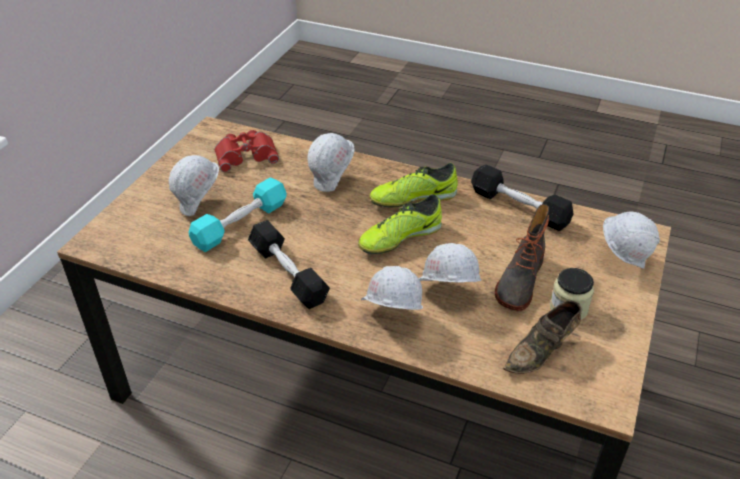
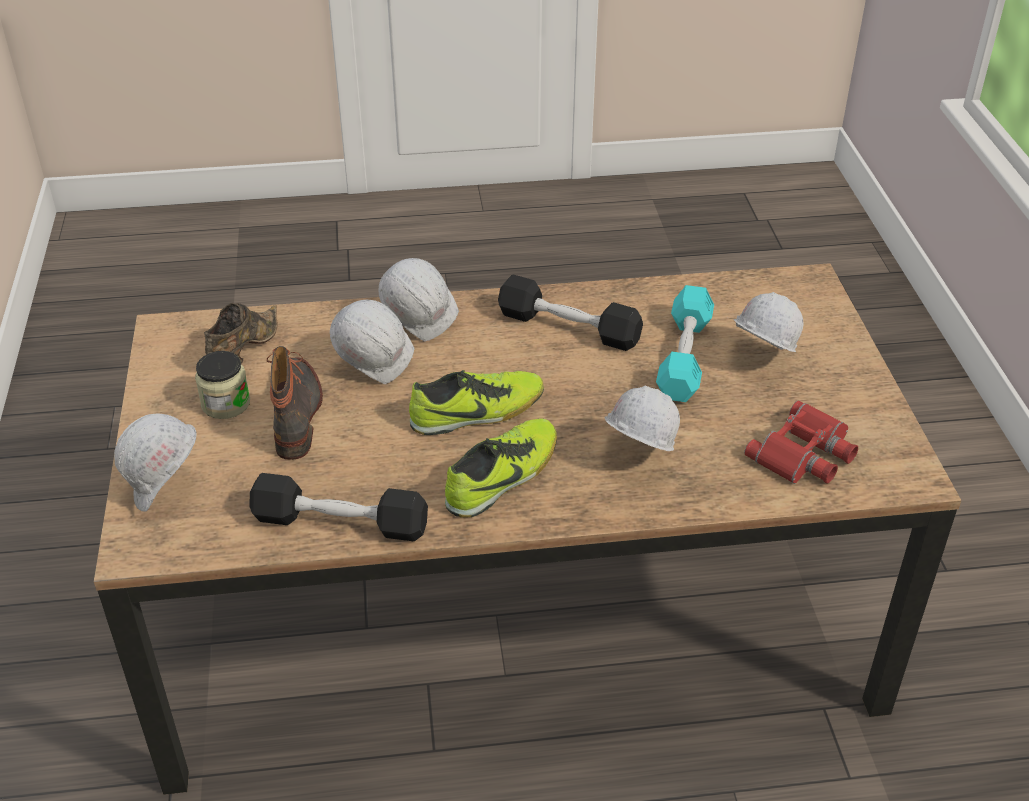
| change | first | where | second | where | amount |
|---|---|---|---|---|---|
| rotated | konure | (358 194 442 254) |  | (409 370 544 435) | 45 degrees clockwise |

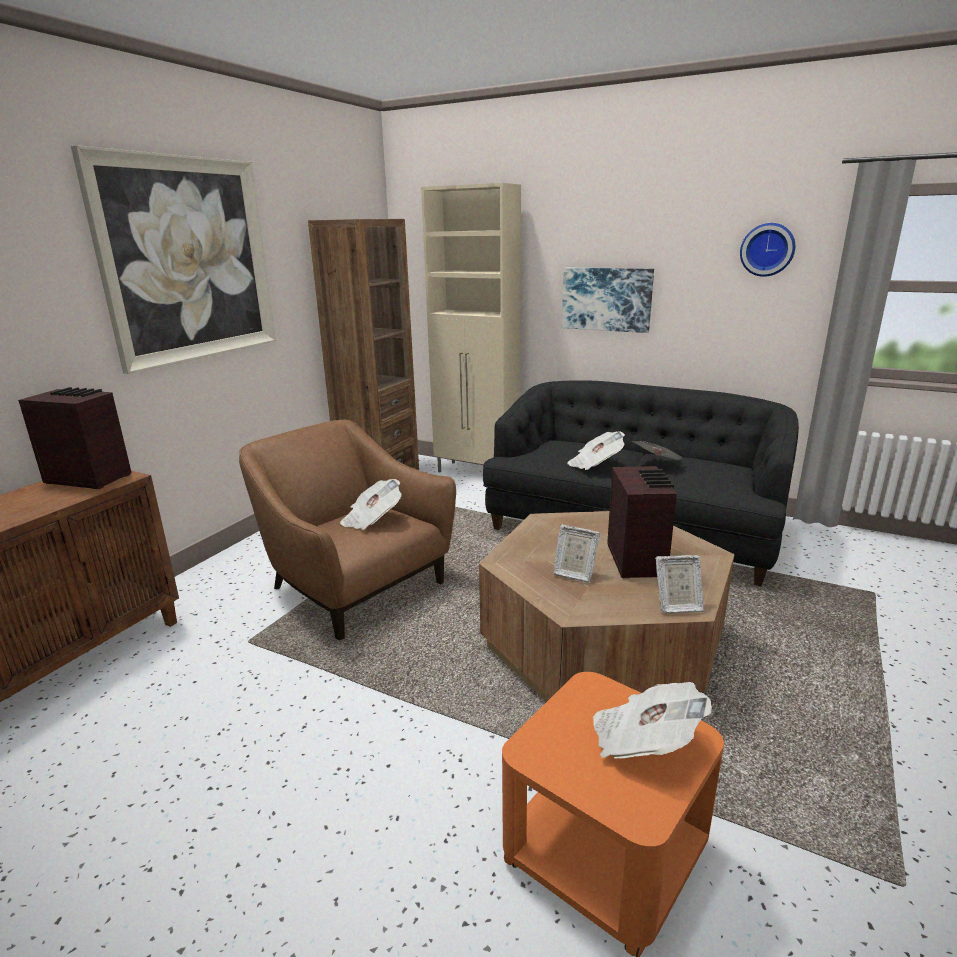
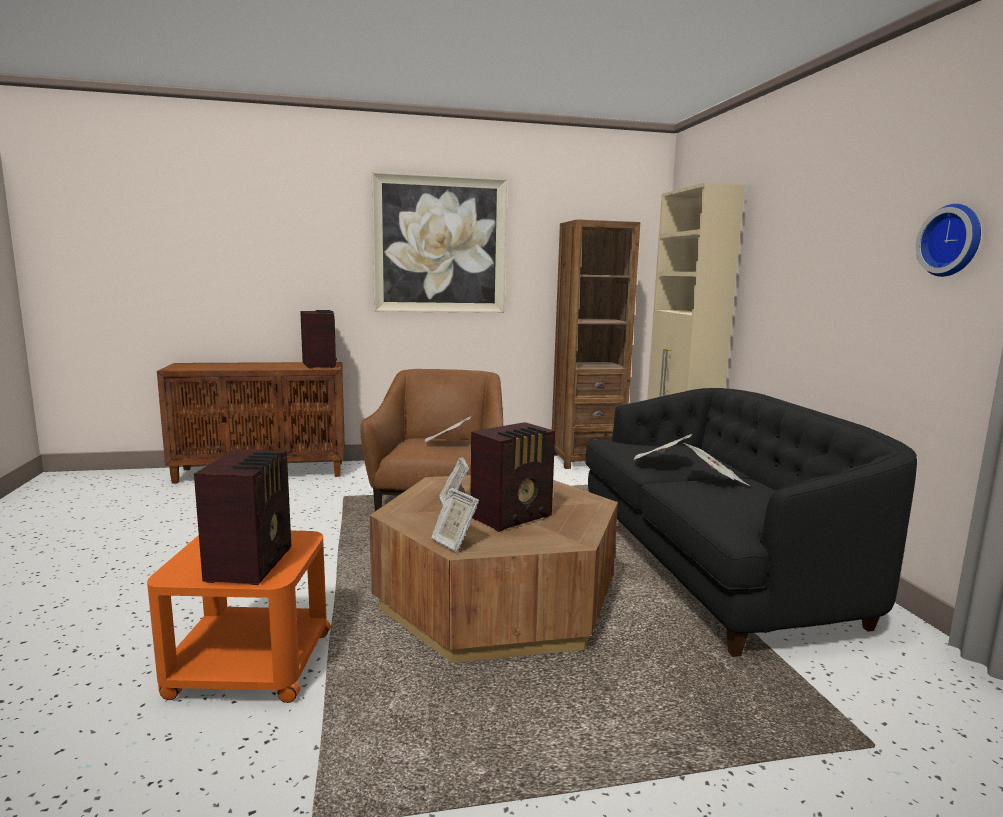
| change | first | where | second | where | amount |
|---|---|---|---|---|---|
| gone | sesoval | (562 268 654 333) |  |  |  |
| swapped | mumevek | (593 682 712 758) | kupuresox | (194 449 292 585) |  |

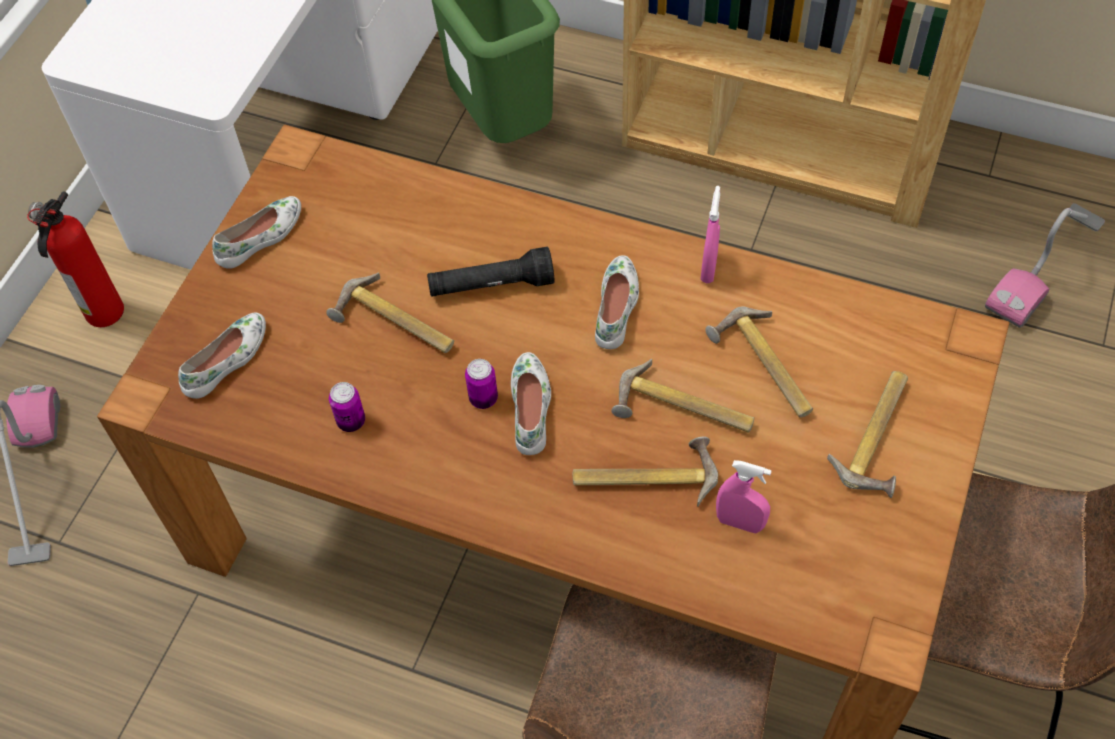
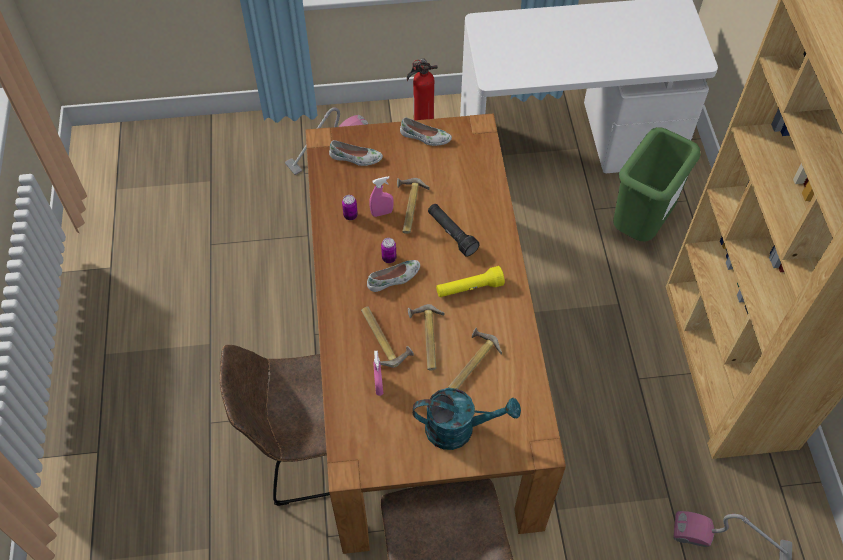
| change | first | where | second | where | amount |
|---|---|---|---|---|---|
| shifted | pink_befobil | (701 186 720 283) |  | (369 176 394 217) |  |
| swapped | white_konure | (595 255 639 349) | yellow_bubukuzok | (436 266 505 297) |  |
| swapped | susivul | (827 371 908 498) | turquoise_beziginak | (413 388 521 450) |  |

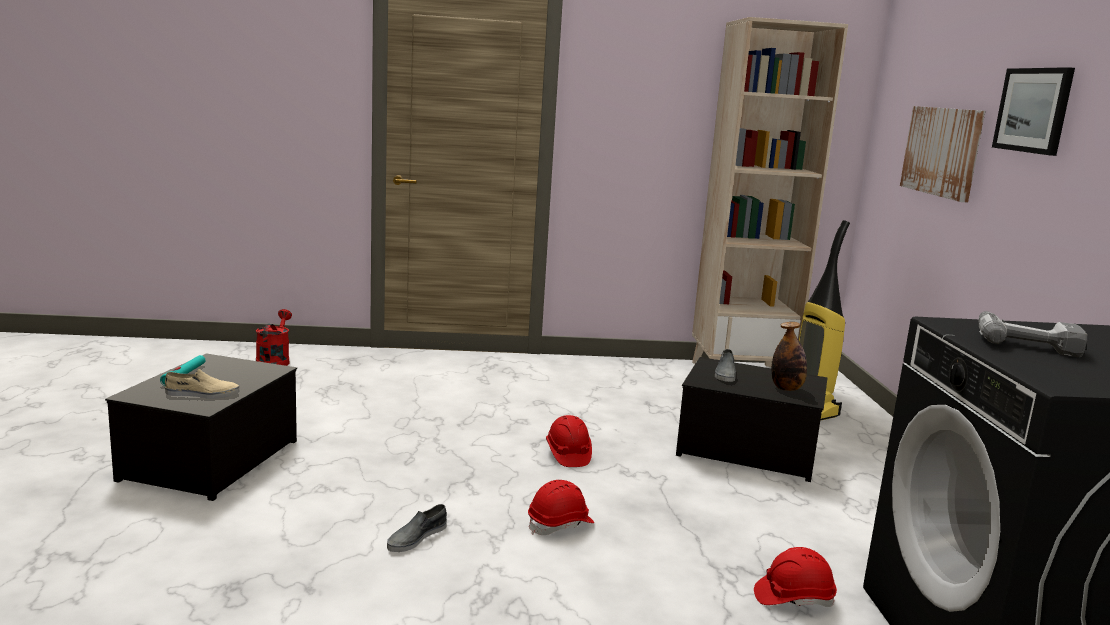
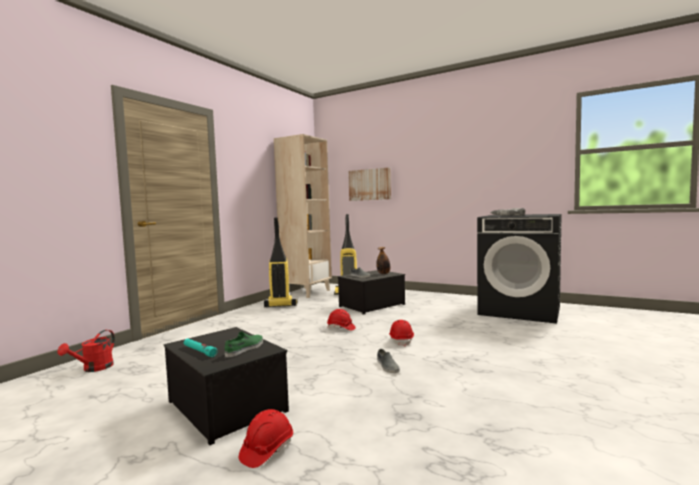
| change | first | where | second | where | amount |
|---|---|---|---|---|---|
| gone | sesoval | (992 67 1075 156) |  |  |  |
| rotated | red_beziginak | (256 309 292 366) |  | (57 330 115 372) | 105 degrees counterclockwise |
| repainted | beige_konure | (165 369 239 399) | green_konure | (225 332 263 357) |  |
| shifted | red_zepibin | (754 547 837 607) |  | (239 409 293 468) |  |
| new |  |  | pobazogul | (264 217 298 307) |  |

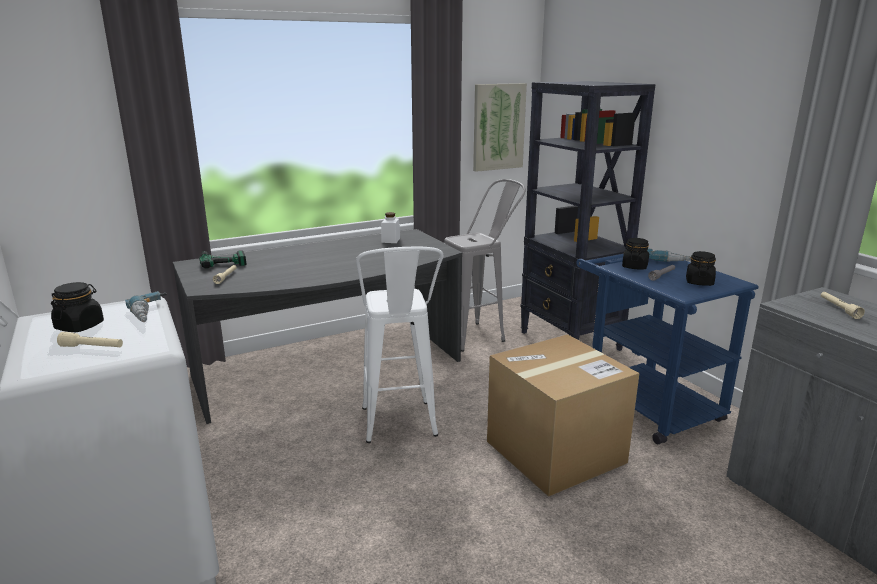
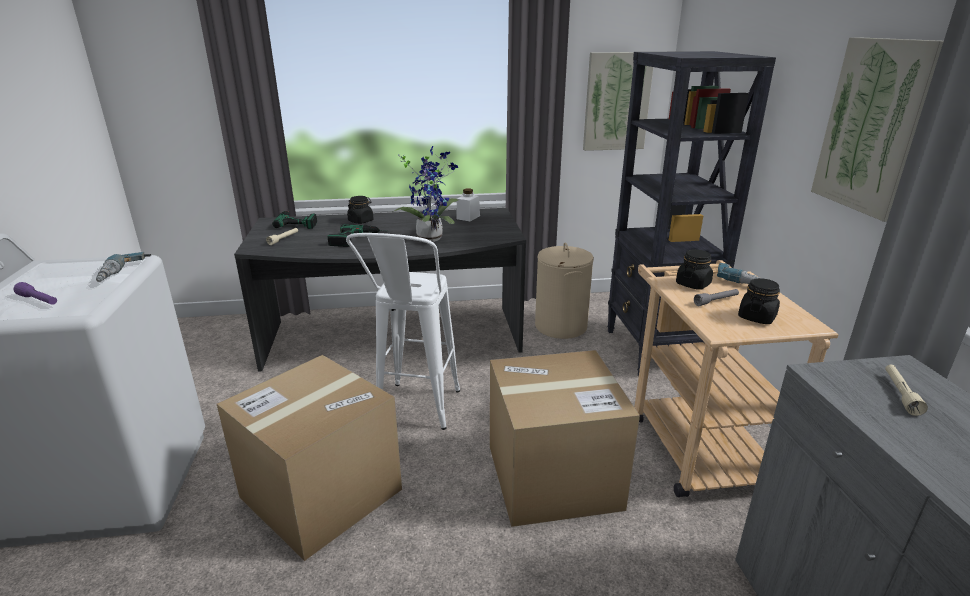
| change | first | where | second | where | amount |
|---|---|---|---|---|---|
| swapped | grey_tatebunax | (444 179 526 352) | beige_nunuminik | (535 242 594 339) |  |
| repainted | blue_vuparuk | (576 254 759 444) | beige_vuparuk | (635 260 838 497) |  |
| shifted | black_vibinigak | (51 282 104 332) |  | (347 196 374 224) |  |
| repainted | beige_bubukuzok | (57 332 123 347) | purple_bubukuzok | (13 282 57 305) |  |
| new |  |  | sesoval | (811 37 944 222) |  |
| new |  |  | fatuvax | (391 146 458 242) |  |
| new |  |  | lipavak | (327 224 384 247) |  |
| new |  |  | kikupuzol | (217 355 402 561) |  |

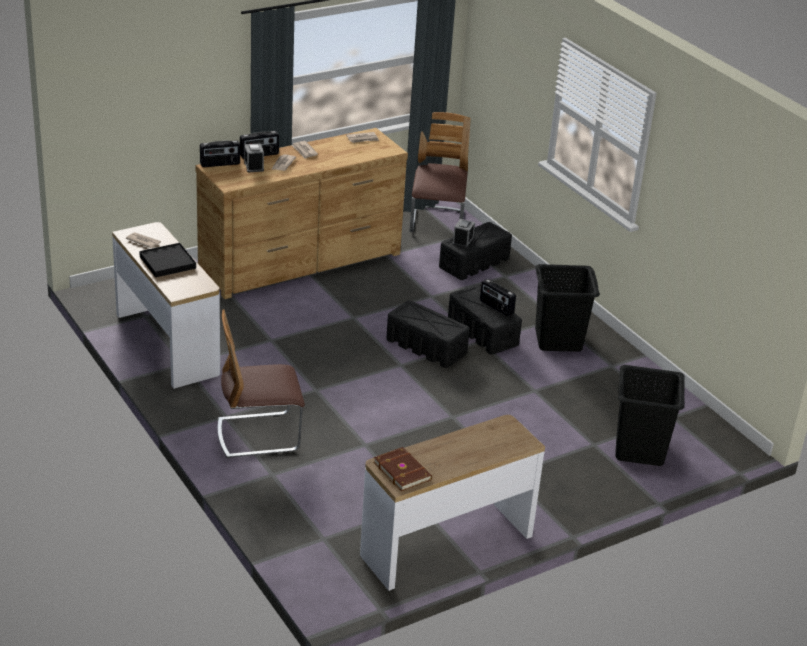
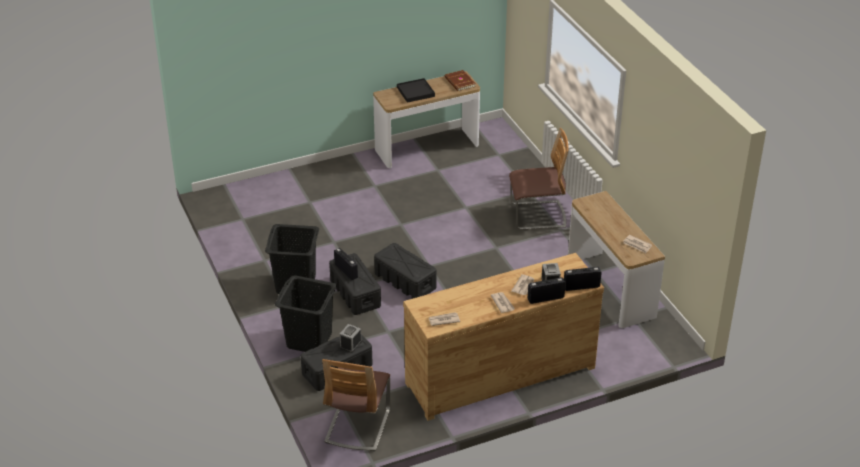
| change | first | where | second | where | amount |
|---|---|---|---|---|---|
| shifted | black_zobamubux | (139 243 196 278) |  | (397 78 435 103) |  |
| shifted | black_nunuminik | (615 365 685 466) |  | (275 275 337 352) |  |

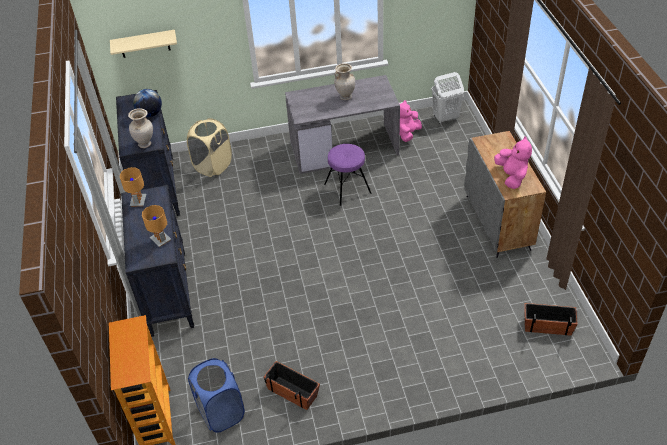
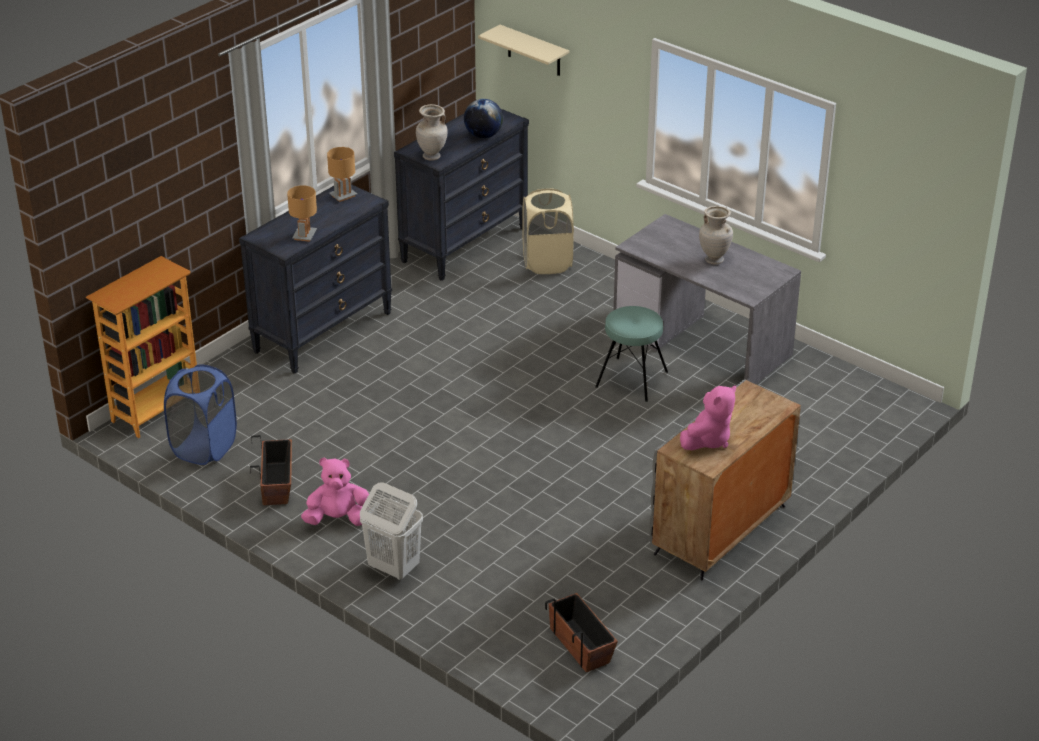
| change | first | where | second | where | amount |
|---|---|---|---|---|---|
| shifted | white_nunuminik | (432 72 464 124) |  | (360 482 423 580) |  |
| shifted | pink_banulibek | (400 100 422 142) |  | (301 458 369 526) |  |
| repainted | purple_tatebunax | (324 144 371 206) | turquoise_tatebunax | (595 306 668 402) |  |

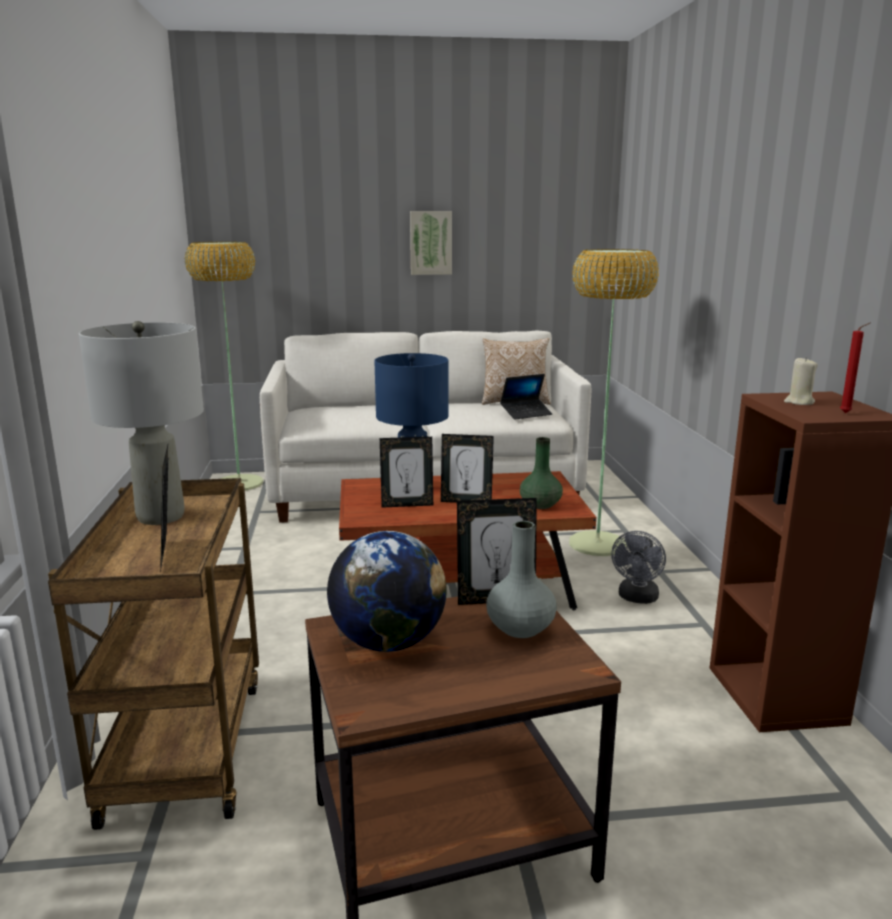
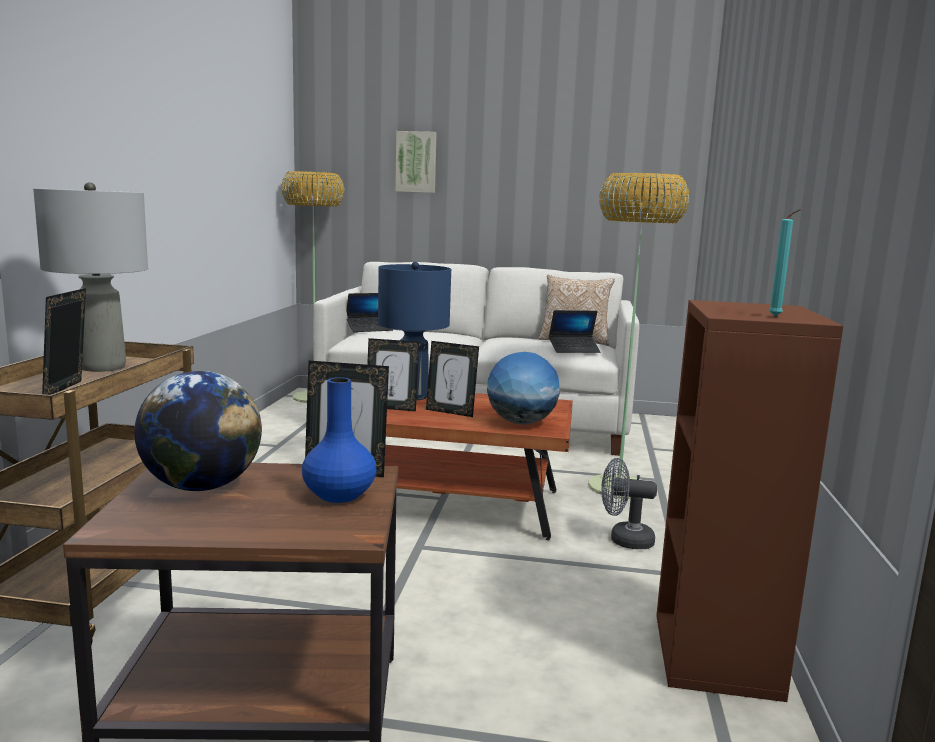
| change | first | where | second | where | amount |
|---|---|---|---|---|---|
| shifted | sesoval | (410 211 452 275) |  | (395 131 437 193) |  |
| repainted | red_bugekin | (840 322 871 413) | turquoise_bugekin | (769 209 801 316) |  |
| gone | beige_bugekin | (784 357 818 405) |  |  |  |
| swapped | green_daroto | (520 437 563 509) | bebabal | (487 352 560 425) |  |
| repainted | grey_daroto | (486 521 557 638) | blue_daroto | (302 377 377 503) |  |
| rotated | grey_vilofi | (611 531 666 604) |  | (601 458 657 549) | 60 degrees clockwise |
| new |  |  | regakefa | (347 293 393 332) |  |

